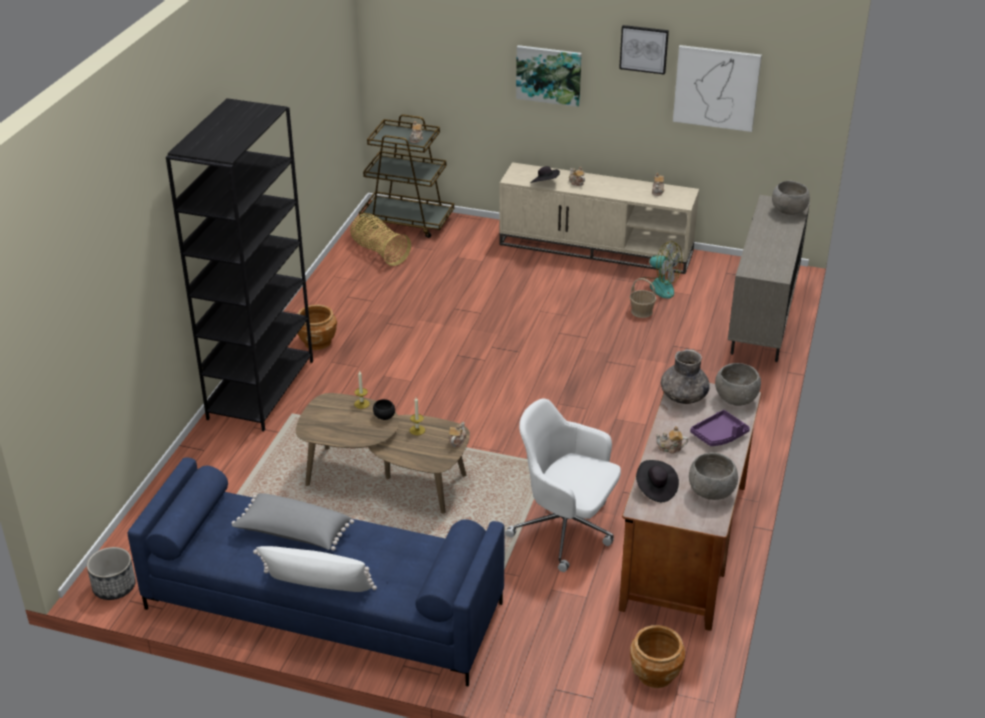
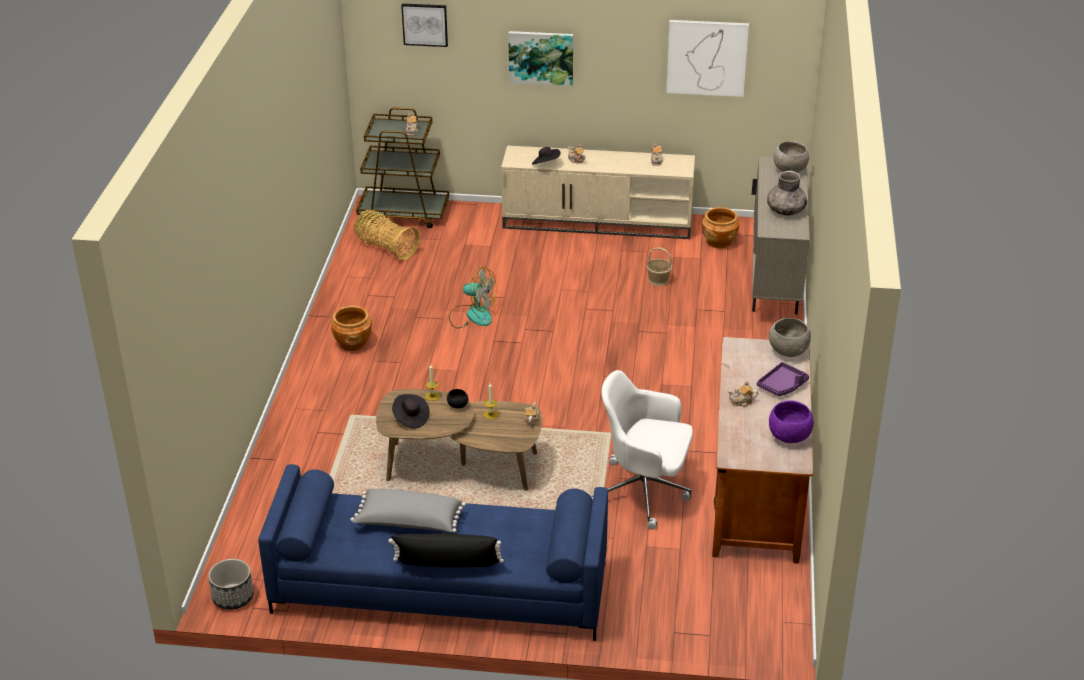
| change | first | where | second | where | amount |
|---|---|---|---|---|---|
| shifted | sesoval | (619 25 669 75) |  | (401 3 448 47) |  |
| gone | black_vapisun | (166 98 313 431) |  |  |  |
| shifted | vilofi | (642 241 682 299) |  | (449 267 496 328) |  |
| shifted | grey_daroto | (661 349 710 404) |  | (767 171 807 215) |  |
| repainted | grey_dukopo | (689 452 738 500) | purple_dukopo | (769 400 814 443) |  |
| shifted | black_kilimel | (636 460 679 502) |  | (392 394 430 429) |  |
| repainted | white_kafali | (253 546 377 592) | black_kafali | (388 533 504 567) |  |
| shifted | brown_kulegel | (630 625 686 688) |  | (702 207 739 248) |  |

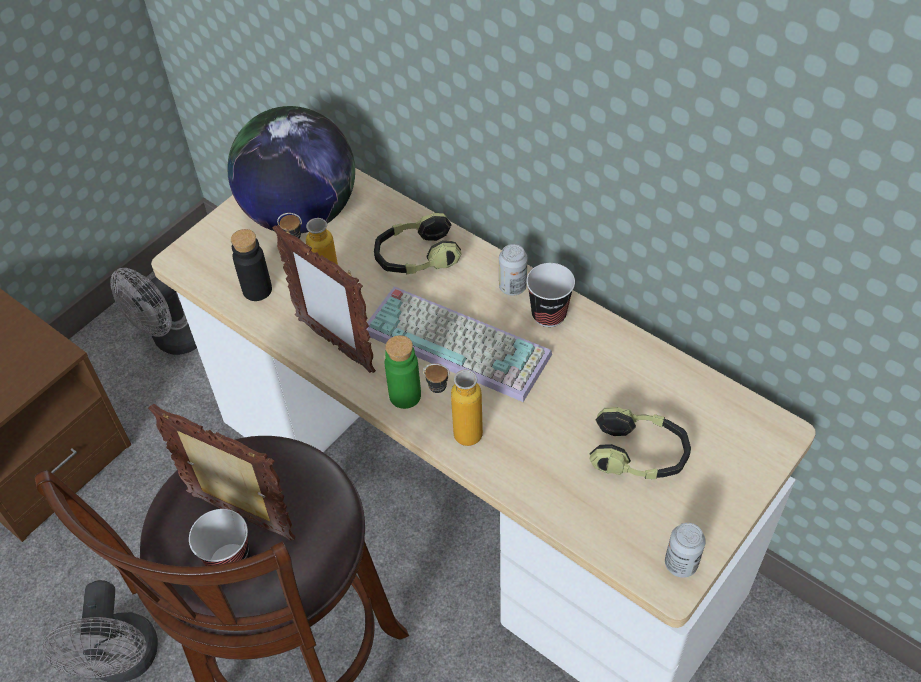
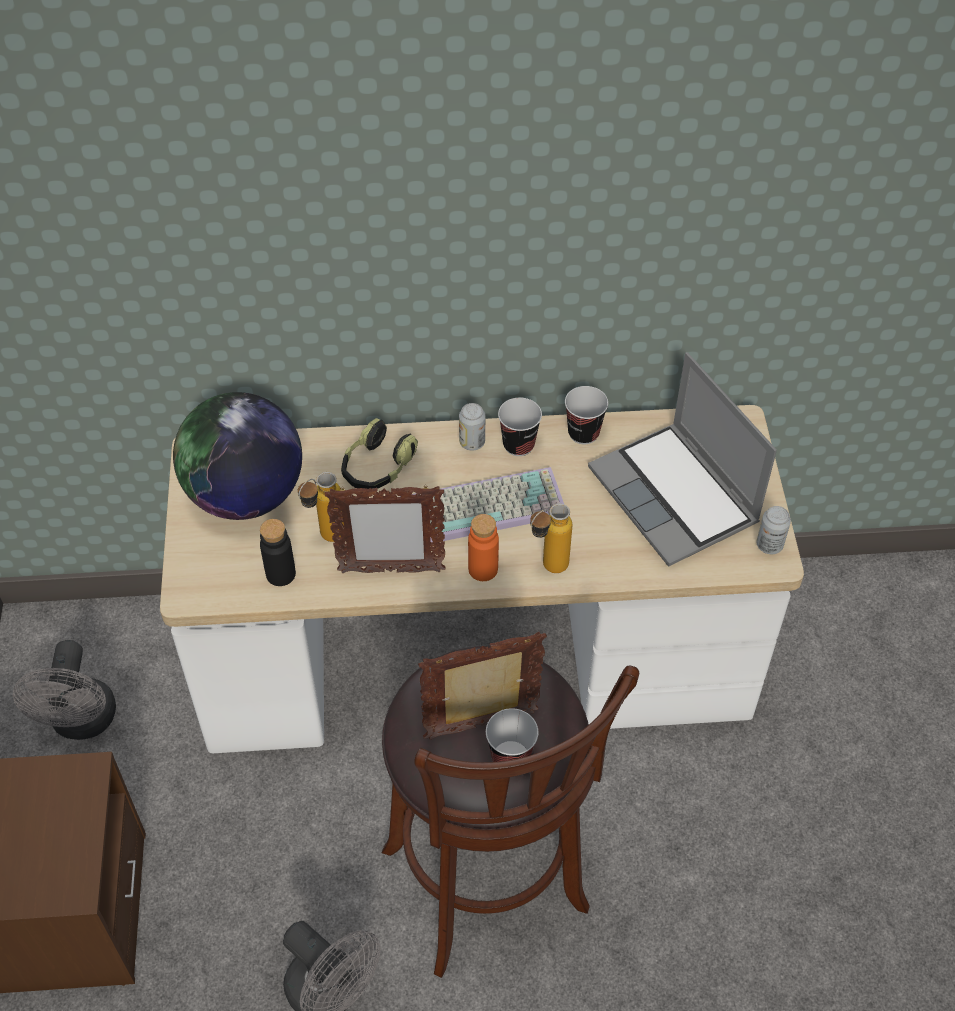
| change | first | where | second | where | amount |
|---|---|---|---|---|---|
| repainted | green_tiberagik | (385 335 421 409) | orange_tiberagik | (468 514 499 581) |  |
| swapped | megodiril | (590 407 691 479) | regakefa | (588 352 777 567) |  |
| new |  |  | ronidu | (565 386 608 445) |  |

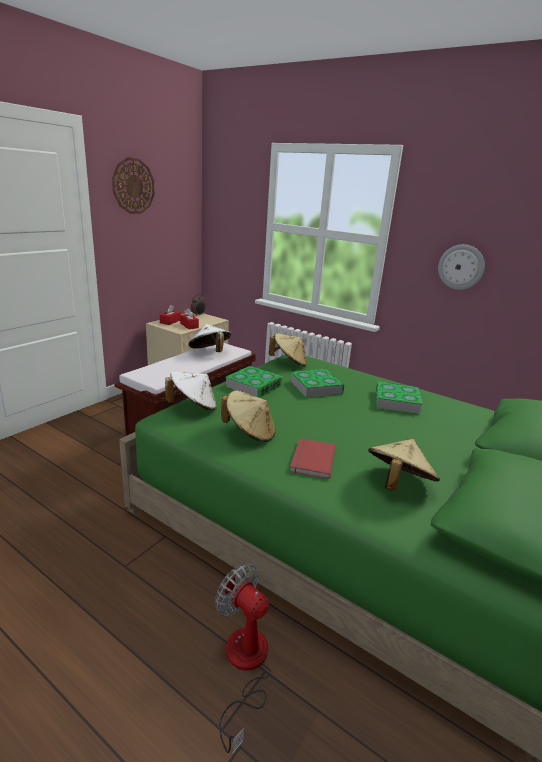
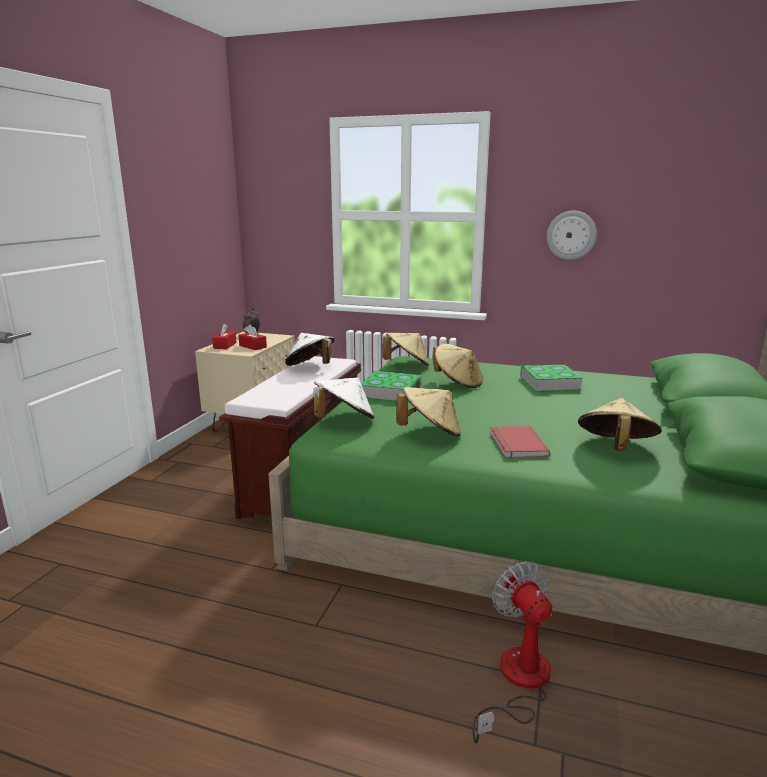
| change | first | where | second | where | amount |
|---|---|---|---|---|---|
| gone | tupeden | (112 157 155 214) |  |  |  |
| swapped | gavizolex | (290 369 344 398) | beige_kilimel | (432 344 483 388) |  |
| rotated | vilofi | (215 564 271 753) |  | (472 561 552 744) | 45 degrees clockwise |

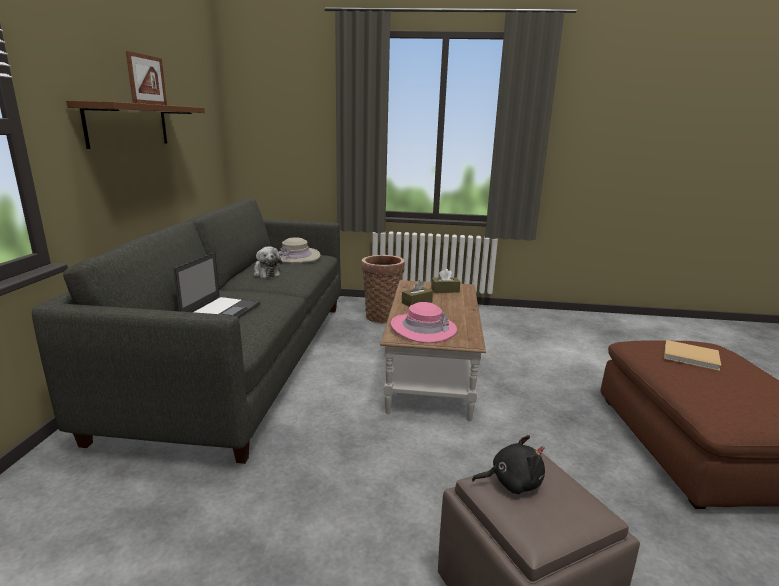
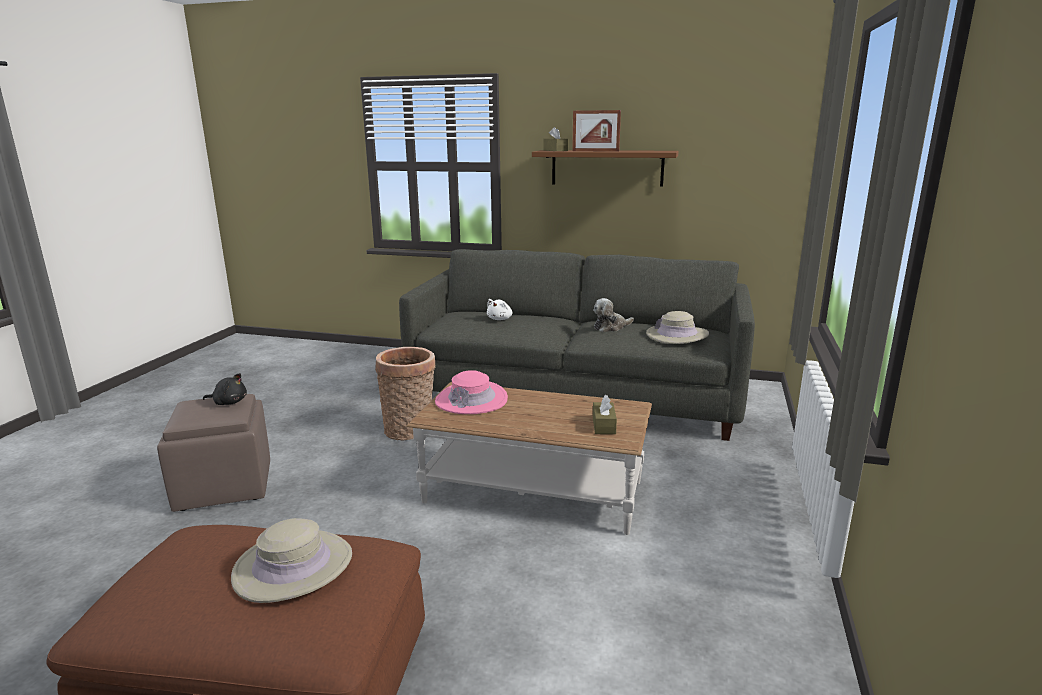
| change | first | where | second | where | amount |
|---|---|---|---|---|---|
| swapped | regakefa | (173 252 260 319) | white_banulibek | (487 299 513 320) |  |
| shifted | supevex | (361 255 405 323) |  | (375 347 436 440) |  |
| shifted | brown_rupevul | (402 280 433 307) |  | (543 127 568 151) |  |
| swapped | beige_gavizolex | (664 340 721 371) | beige_kilimel | (231 518 352 603) |  |
| rotated | black_banulibek | (472 435 545 494) |  | (203 373 247 405) | 90 degrees counterclockwise |

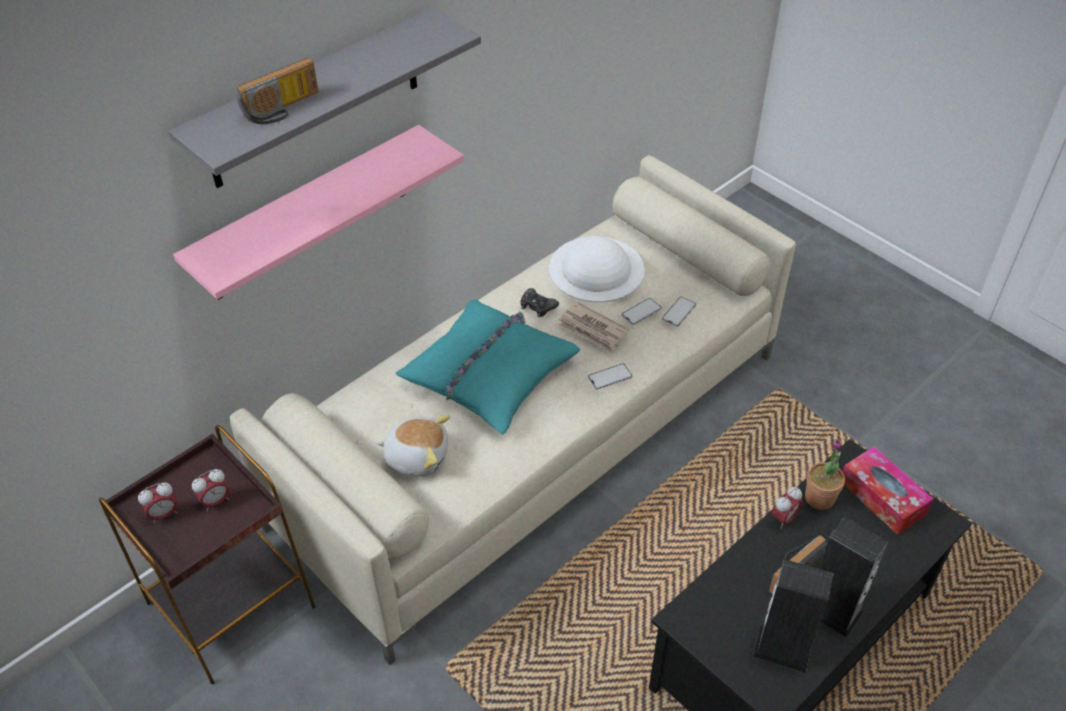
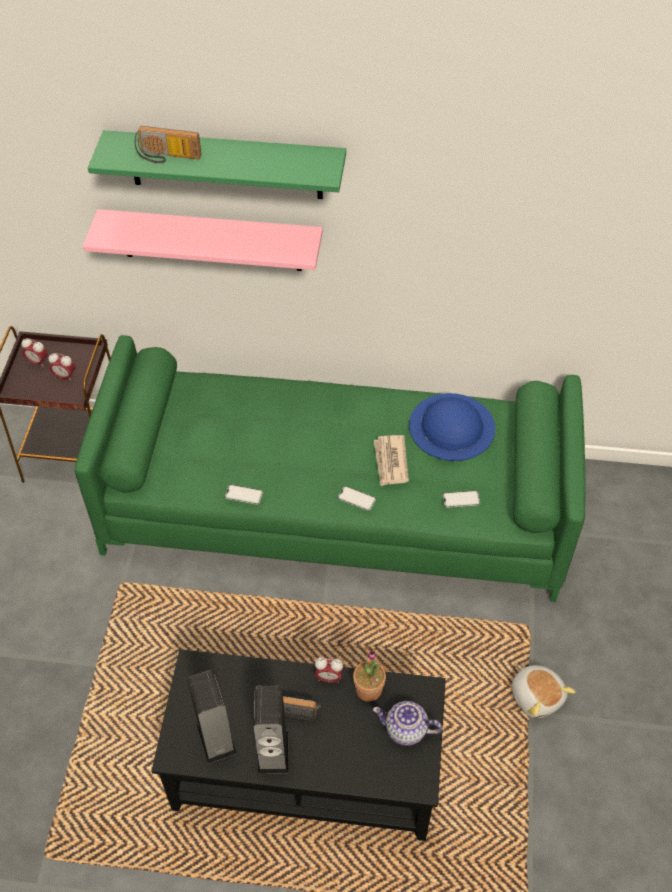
| change | first | where | second | where | amount |
|---|---|---|---|---|---|
| repainted | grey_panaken | (169 8 481 188) | green_panaken | (88 130 346 199) |  |
| repainted | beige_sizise | (230 155 796 665) | green_sizise | (75 335 586 602) |  |
| repainted | white_kilimel | (549 236 645 302) | blue_kilimel | (409 393 495 461) |  |
| gone | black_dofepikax | (521 288 559 318) |  |  |  |
| shifted | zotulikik | (622 298 662 325) |  | (225 484 263 505) |  |
| gone | turquoise_kafali | (396 299 580 434) |  |  |  |
| shifted | banulibek | (376 415 450 476) |  | (512 665 576 718) |  |
| swapped | rupevul | (843 447 933 535) | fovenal | (373 701 442 746) |  |

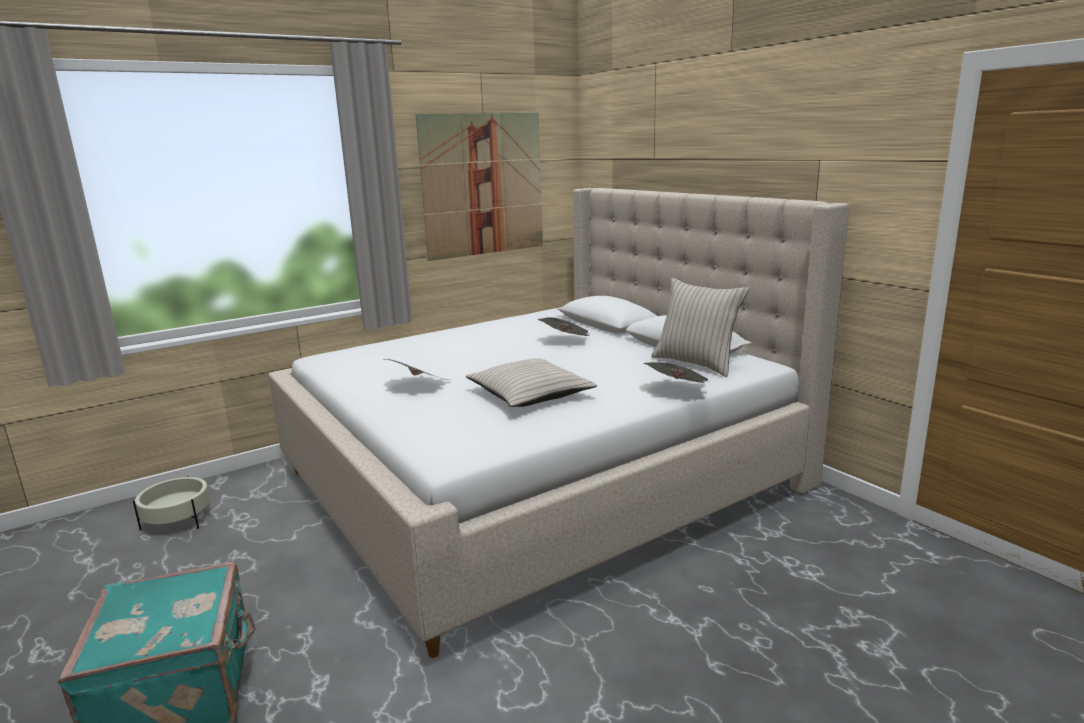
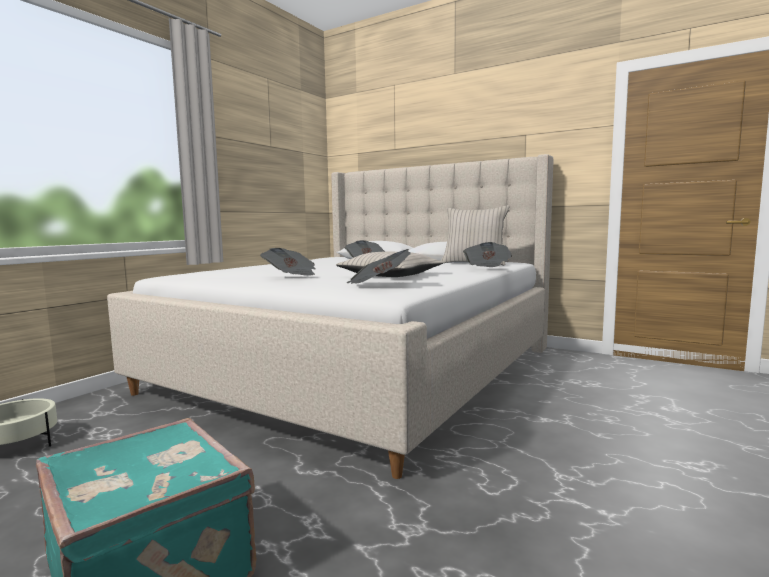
| change | first | where | second | where | amount |
|---|---|---|---|---|---|
| gone | sesoval | (415 113 543 261) |  |  |  |
| new |  |  | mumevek | (347 249 411 284) |  |

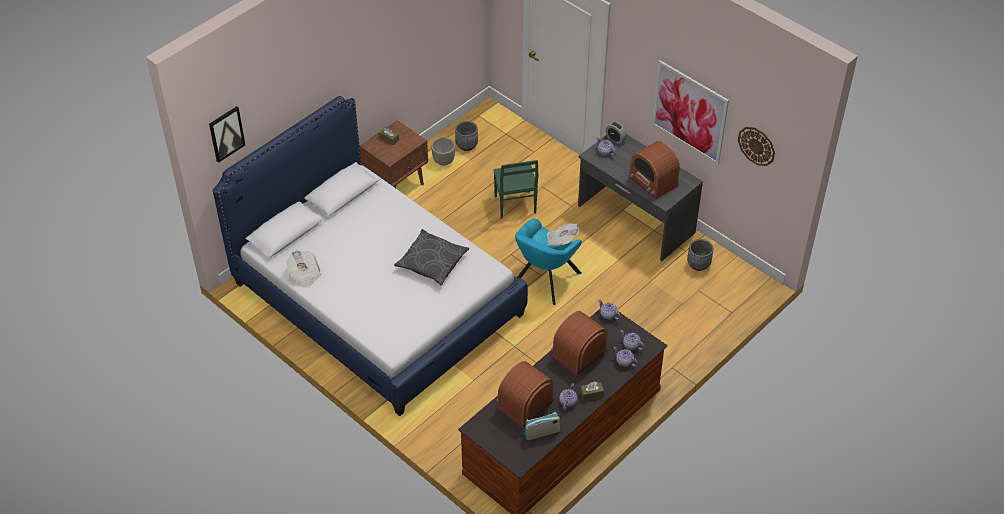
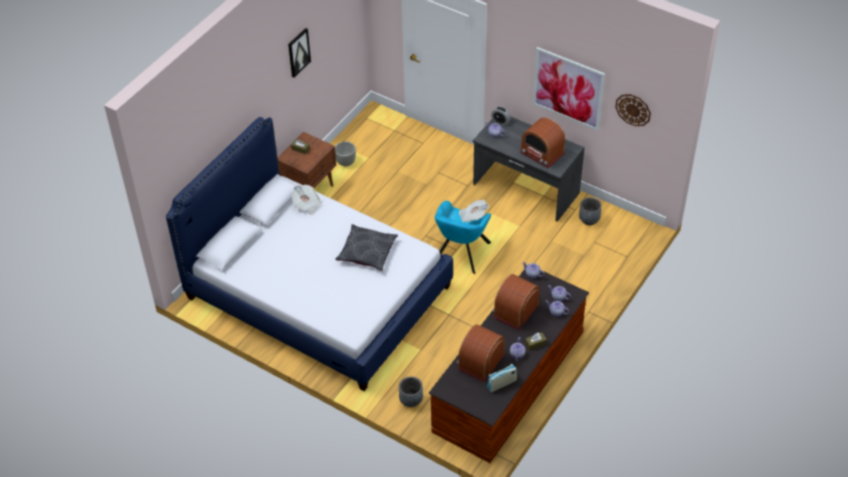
| change | first | where | second | where | amount |
|---|---|---|---|---|---|
| shifted | sesoval | (209 106 245 163) |  | (288 28 311 77) |  |
| shifted | grey_kulegel | (455 121 478 151) |  | (399 377 423 407) |  |
| gone | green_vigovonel | (493 160 538 219) |  |  |  |
| shifted | mumevek | (286 250 322 288) |  | (291 185 322 215) |  |

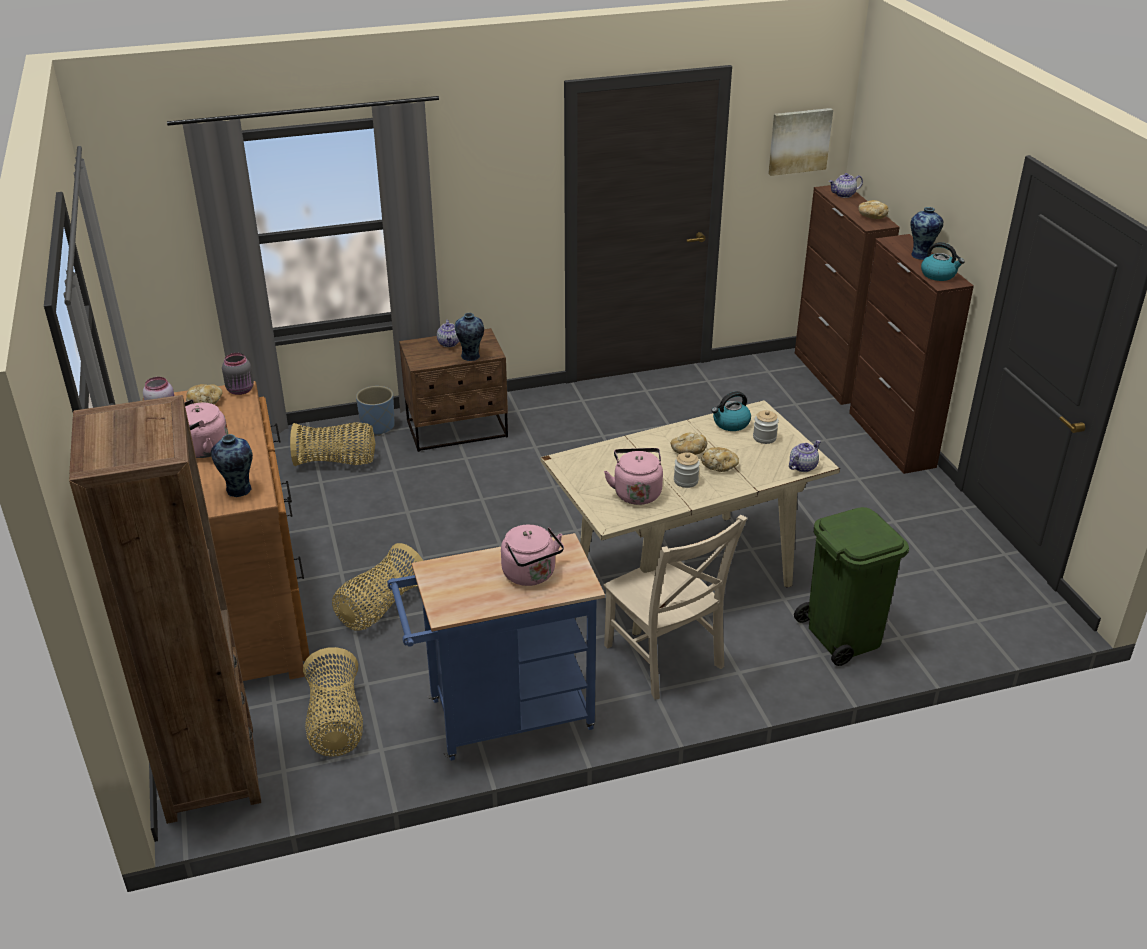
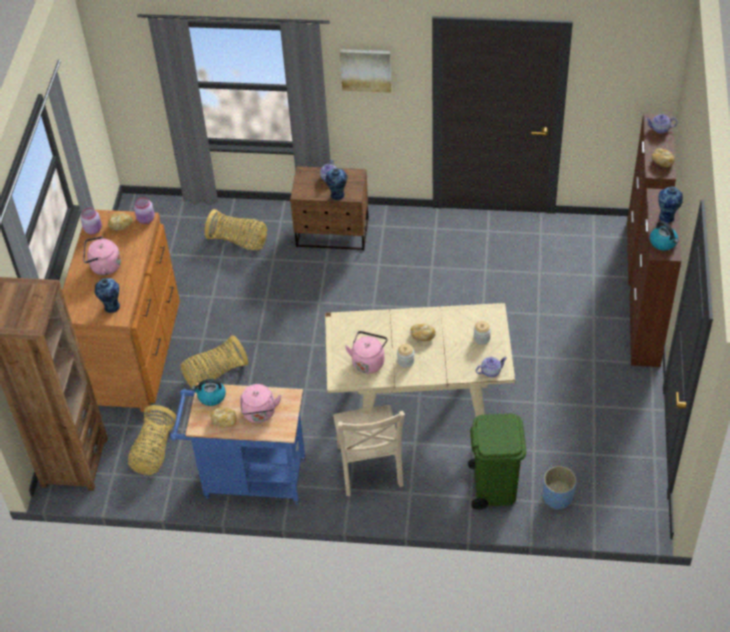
| change | first | where | second | where | amount |
|---|---|---|---|---|---|
| shifted | sesoval | (768 108 833 176) |  | (340 49 392 93) |  |
| repainted | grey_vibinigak | (222 353 254 395) | pink_vibinigak | (134 197 155 224) |  |
| shifted | blue_kulegel | (356 386 395 436) |  | (543 466 576 510) |  |
| shifted | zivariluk | (711 391 751 431) |  | (192 379 226 406) |  |
| shifted | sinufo | (701 447 739 472) |  | (210 407 237 428) |  |

